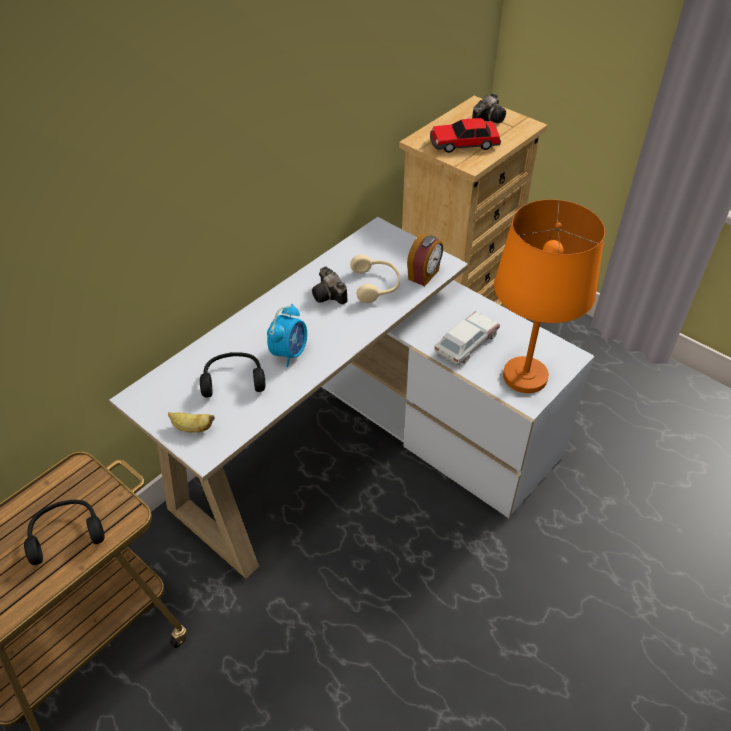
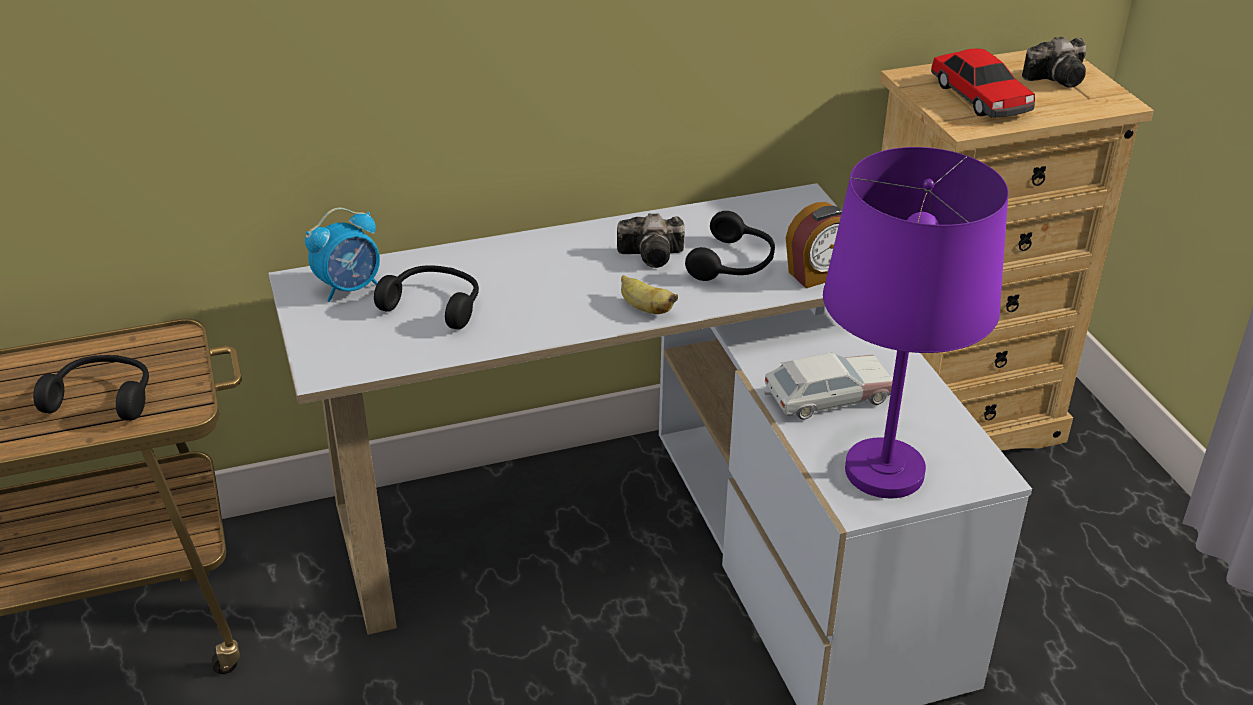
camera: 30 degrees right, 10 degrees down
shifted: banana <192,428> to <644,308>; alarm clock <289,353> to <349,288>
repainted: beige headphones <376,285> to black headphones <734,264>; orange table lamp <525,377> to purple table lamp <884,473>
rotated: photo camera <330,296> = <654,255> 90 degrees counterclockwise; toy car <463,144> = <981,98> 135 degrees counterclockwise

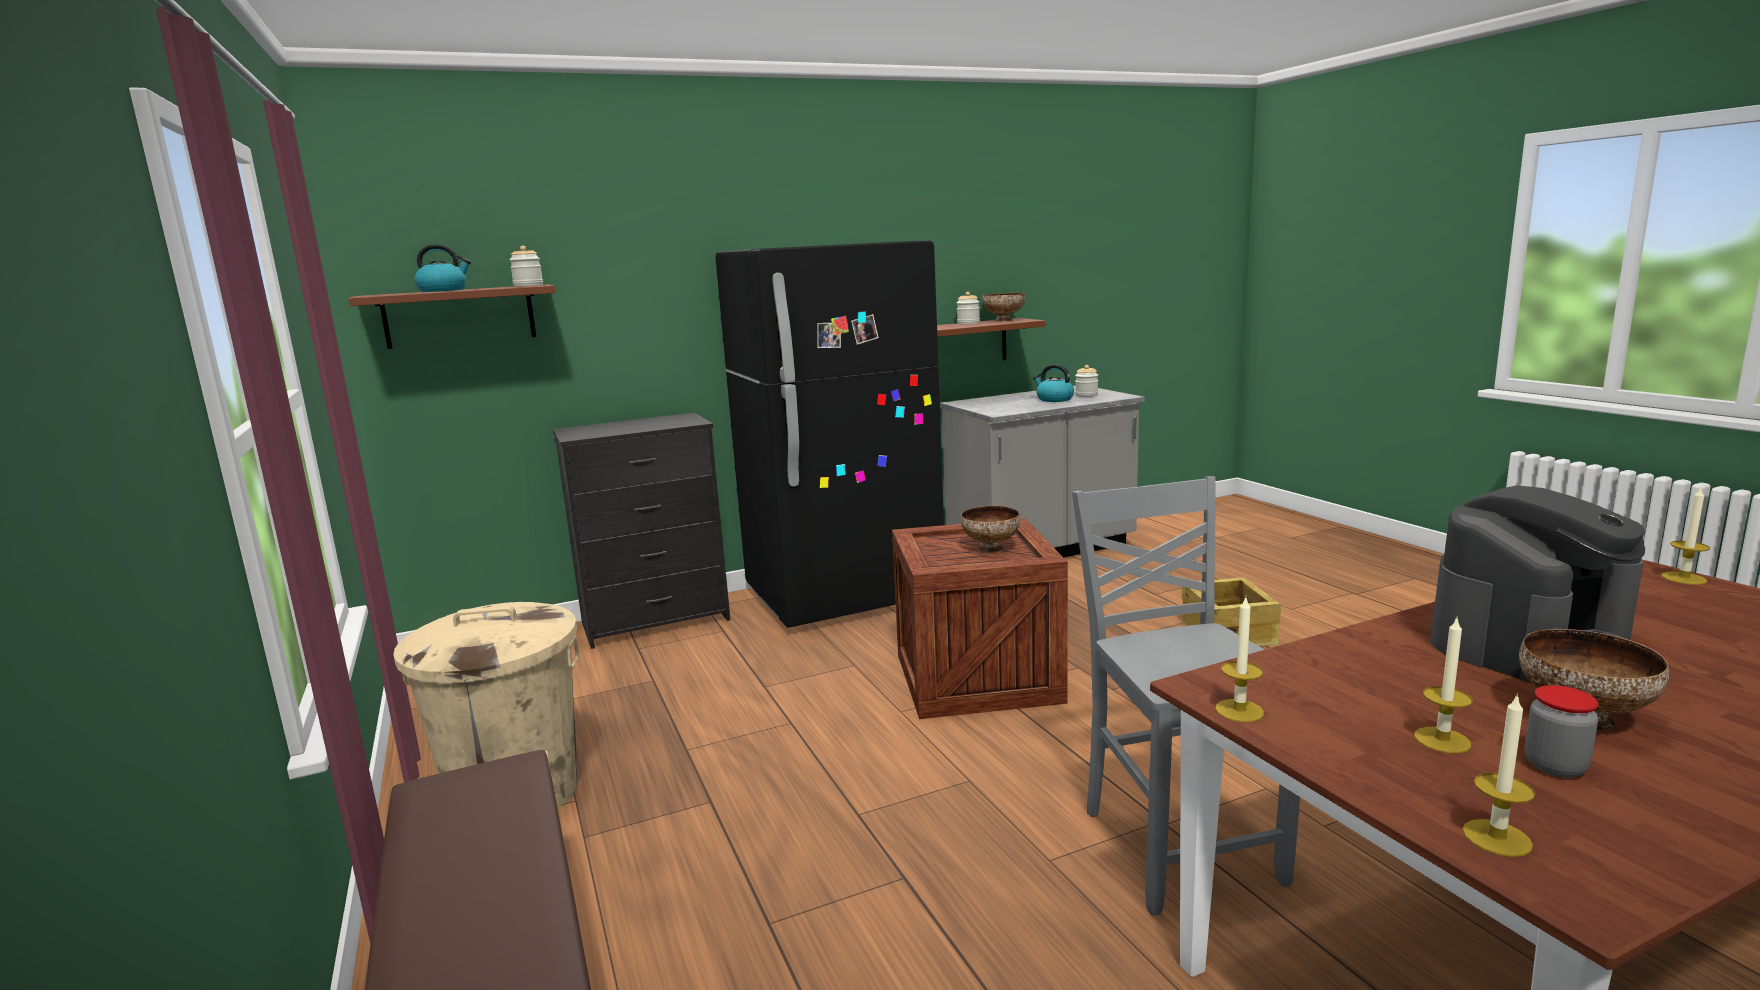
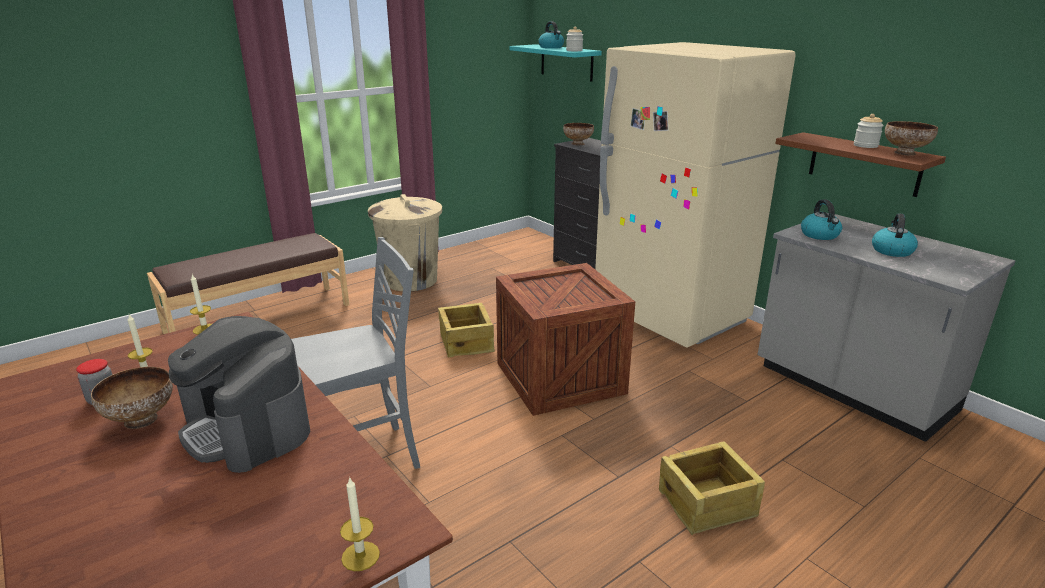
camera: 75 degrees right, 10 degrees up
gone: jar <1086,395>; candle <1497,838>
new: crate <467,342>; kettle <820,235>
shifted: bowl <991,548> to <577,144>
repainted: brown shelf <459,316> to turquoise shelf <566,62>; black fridge <844,597> to beige fridge <670,315>

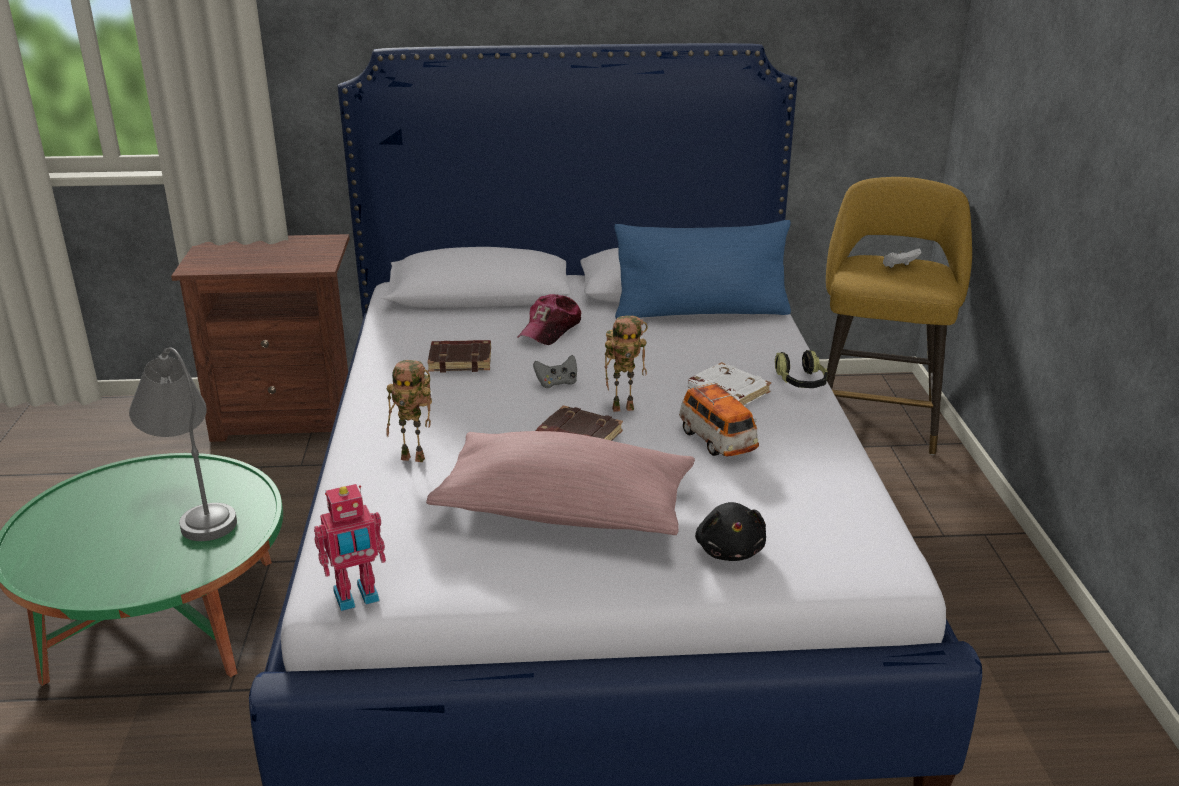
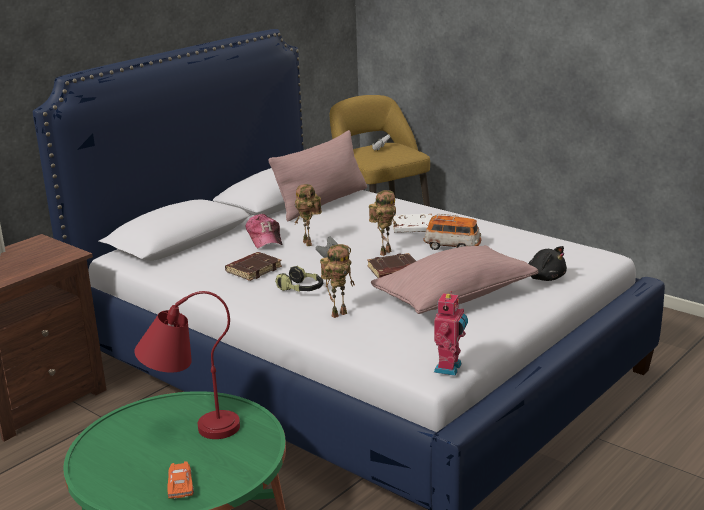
camera: 45 degrees left, 5 degrees down
new: orange toy car <180,484>; toy robot <309,243>
shifted: headphones <801,382> to <301,289>
repainted: grey table lamp <196,508> to red table lamp <191,426>; blue pillow <701,312> to pink pillow <322,203>

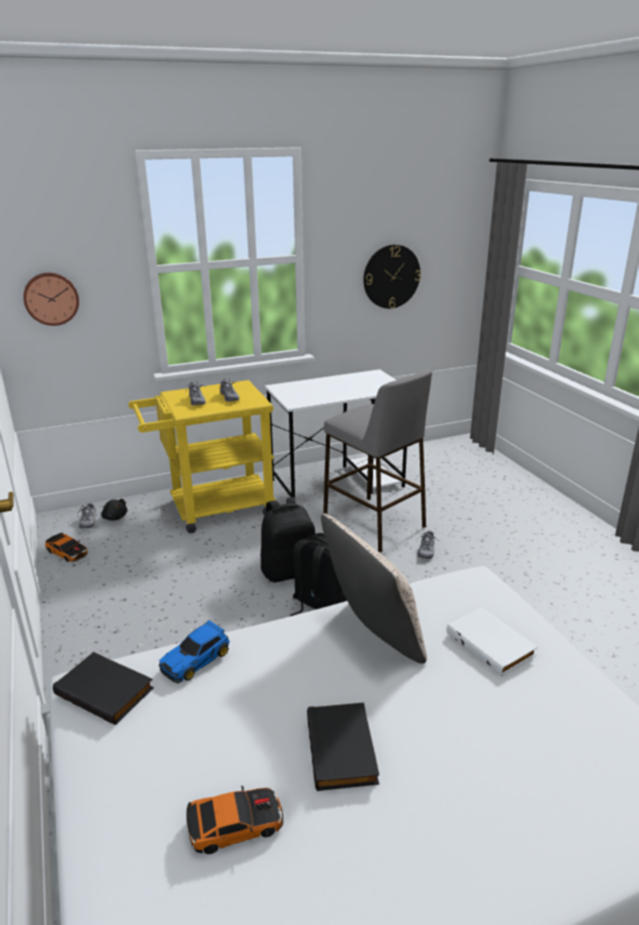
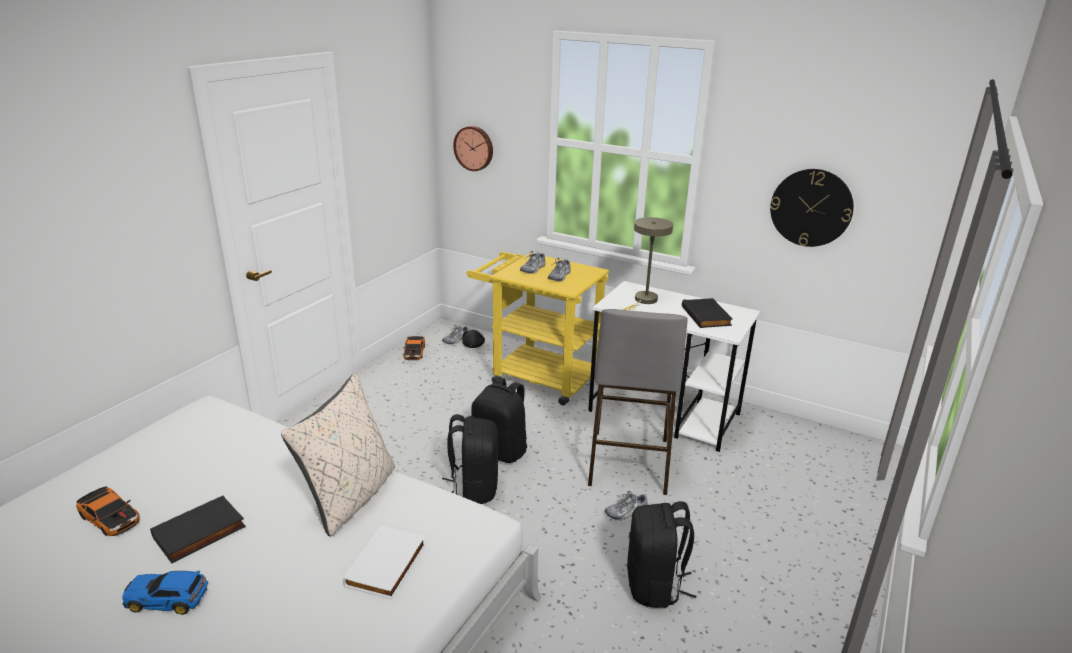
camera: 50 degrees right, 0 degrees up
new: beige table lamp <644,301>; black backpack <654,586>
shifted: black book <106,690> to <707,316>; toy car <197,659> to <168,599>

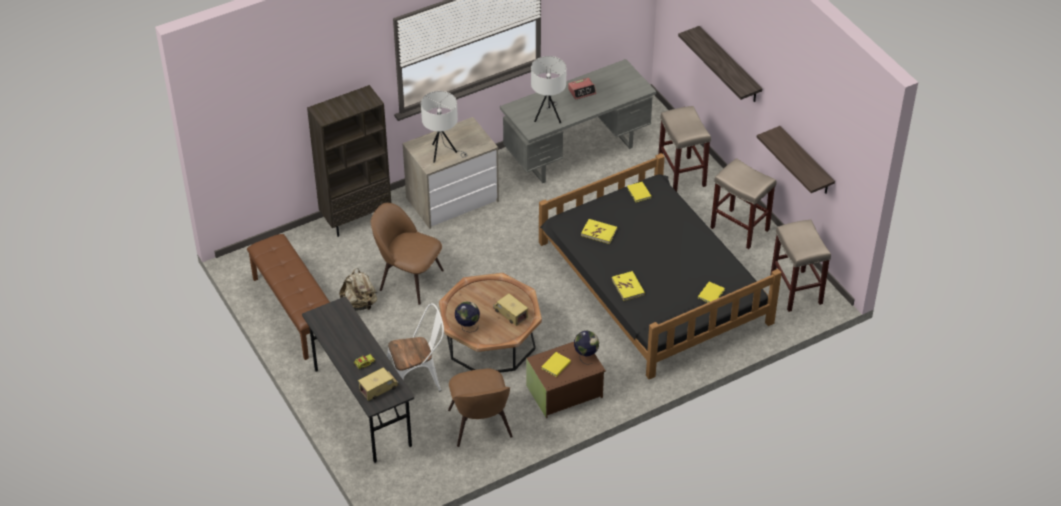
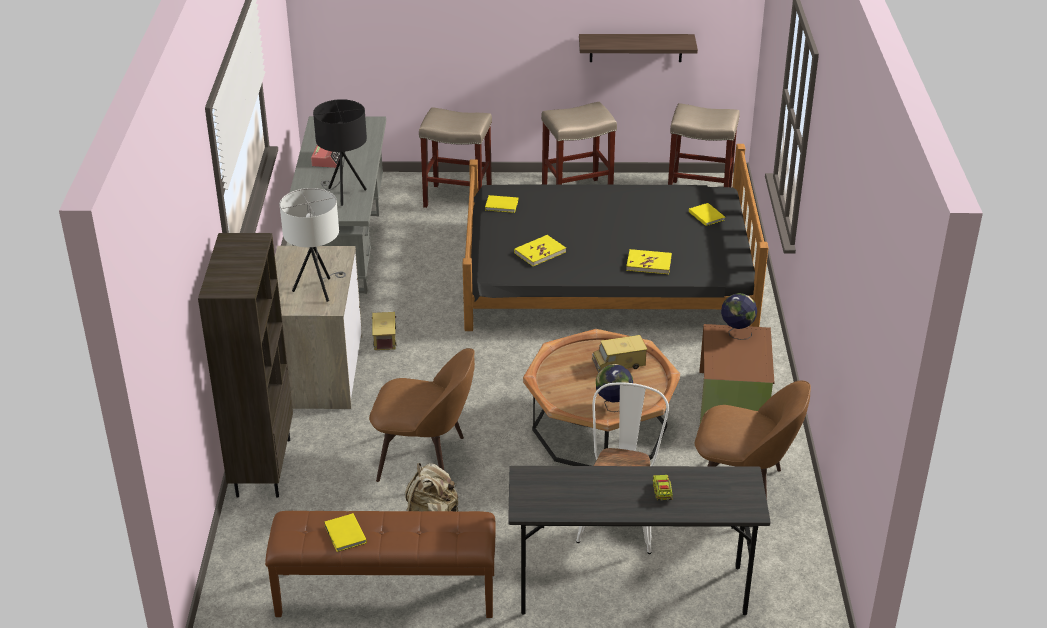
camera: 60 degrees left, 10 degrees down
gone: shelf <729,65>
shifted: toy truck <378,388> to <384,338>; yellow book <555,365> to <345,535>
repainted: white table lamp <548,116> to black table lamp <344,194>
rotated: brown chair <409,279> = <425,459> 135 degrees counterclockwise

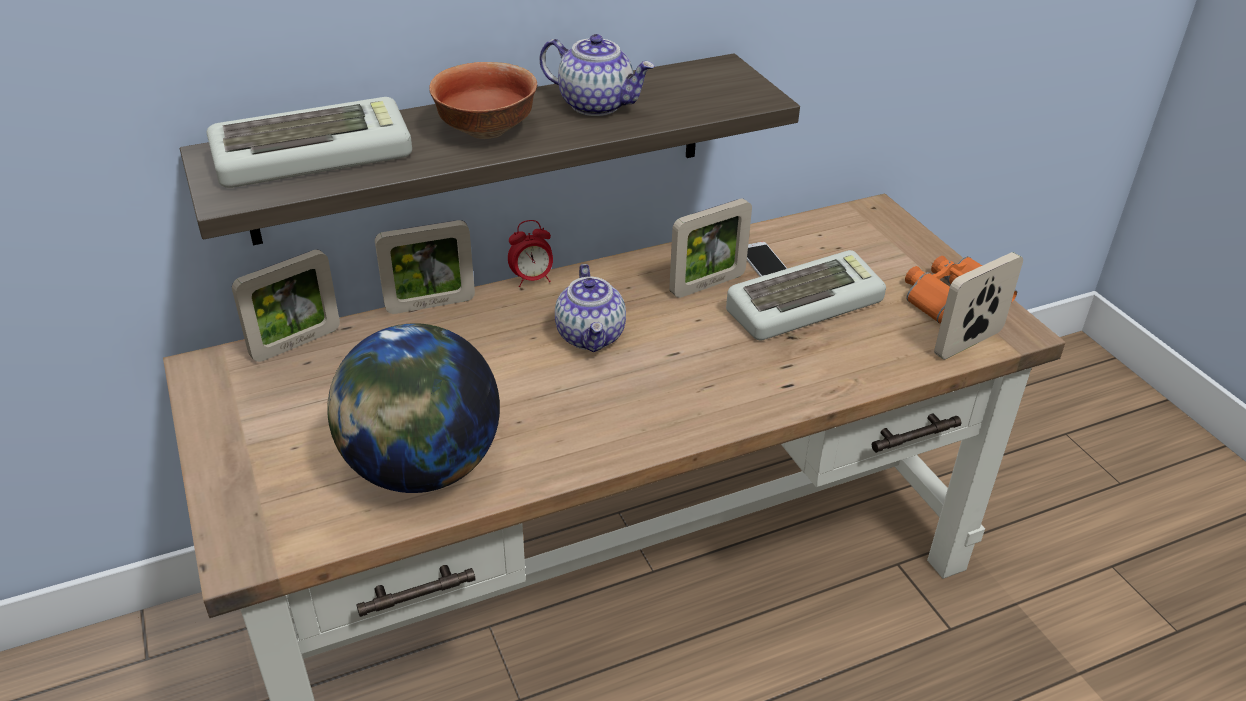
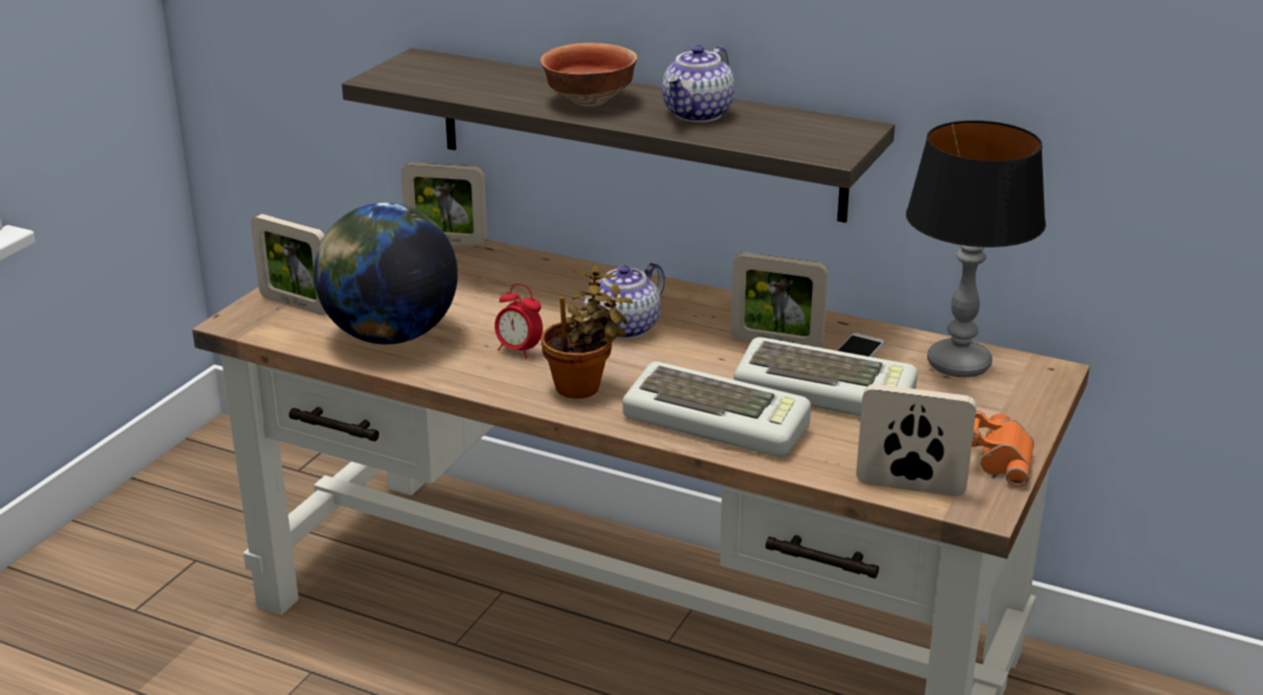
camera: 50 degrees right, 10 degrees down
new: potted plant <583,387>; table lamp <958,364>
shifted: keyboard <315,155> to <719,421>; picture frame <430,304> to <296,304>; alarm clock <532,279> to <519,350>
rotated: teapot <597,104> = <698,114> 45 degrees clockwise

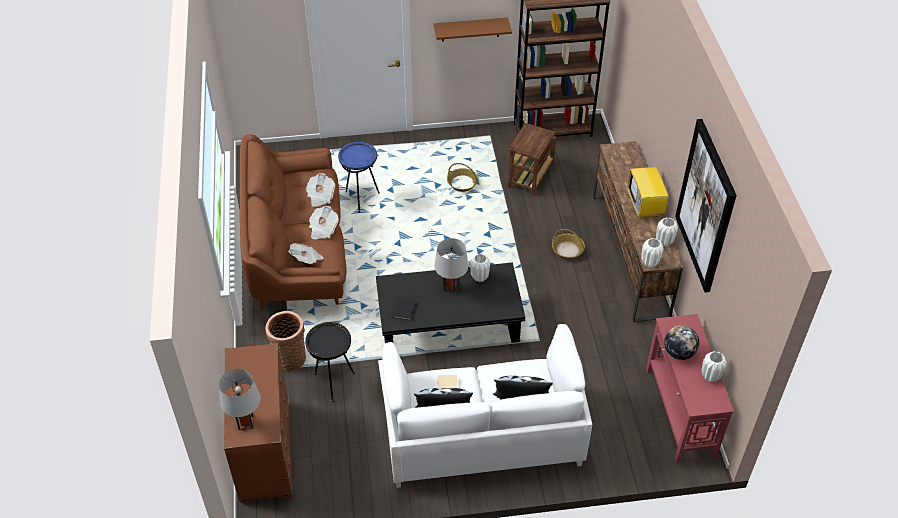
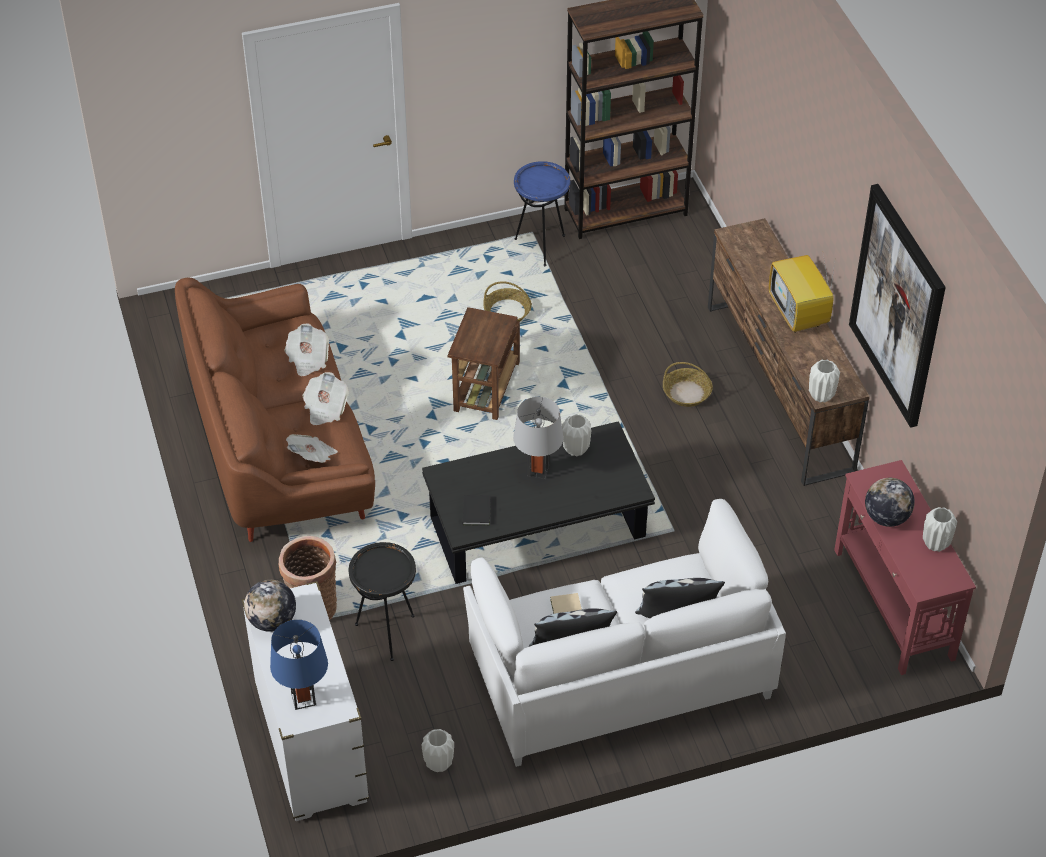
camera: 10 degrees left, 0 degrees up
gone: brown shelf <470,29>
new: globe <272,621>
shifted: blue side table <361,199> to <541,247>; brown side table <530,176> to <486,389>; white vase <664,242> to <439,763>
repainted: grey table lamp <246,422> to blue table lamp <303,698>; brown dresser <265,451> to white dresser <311,744>

